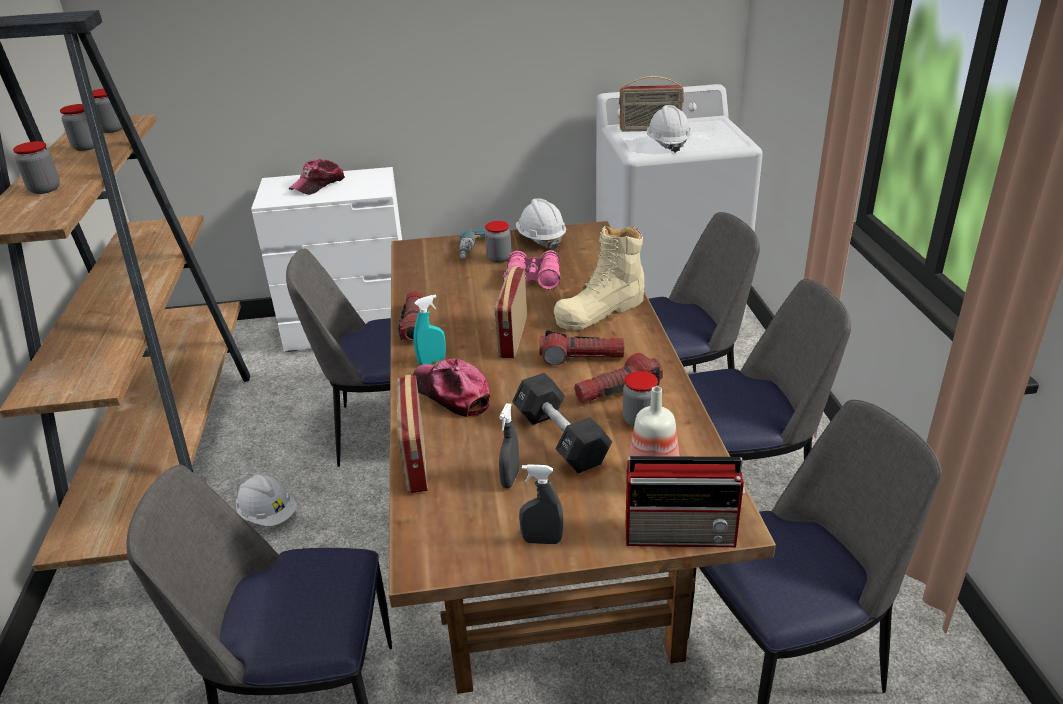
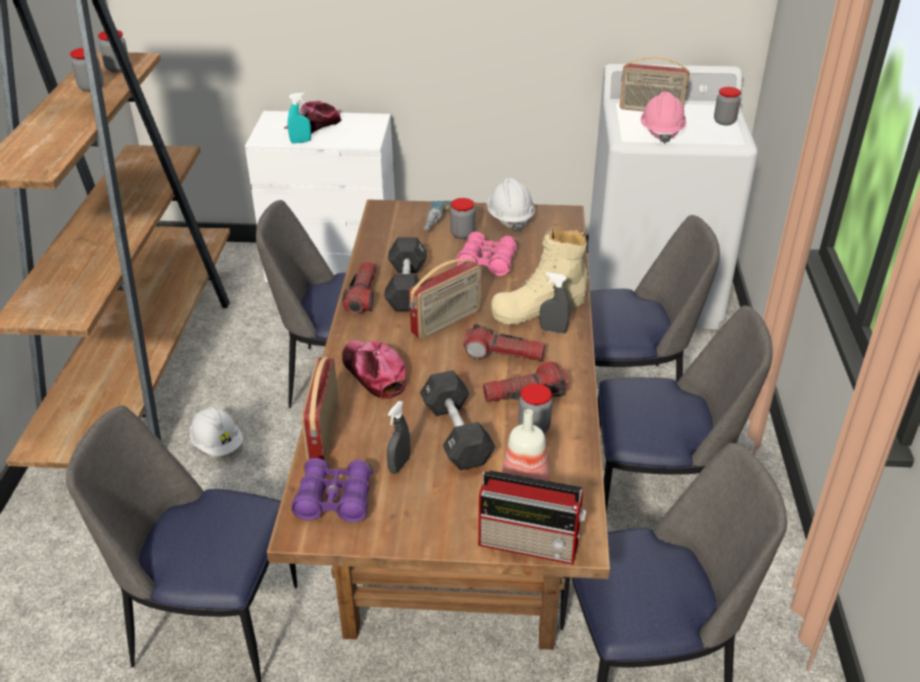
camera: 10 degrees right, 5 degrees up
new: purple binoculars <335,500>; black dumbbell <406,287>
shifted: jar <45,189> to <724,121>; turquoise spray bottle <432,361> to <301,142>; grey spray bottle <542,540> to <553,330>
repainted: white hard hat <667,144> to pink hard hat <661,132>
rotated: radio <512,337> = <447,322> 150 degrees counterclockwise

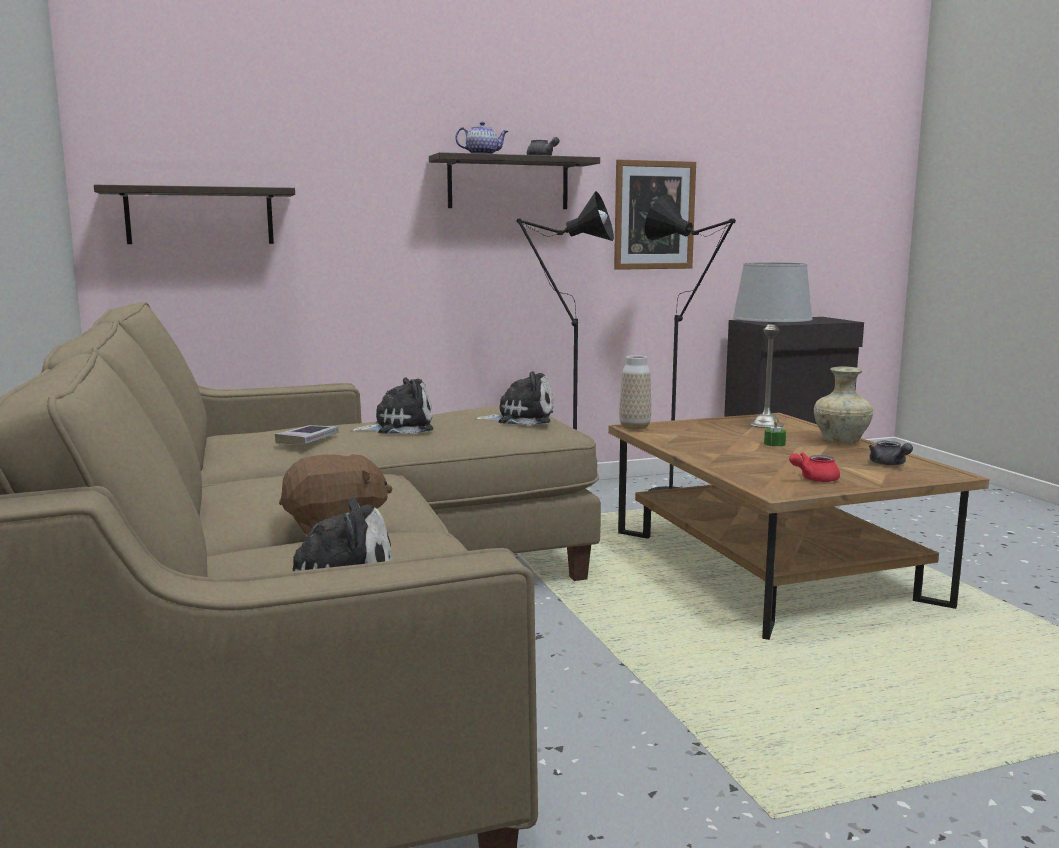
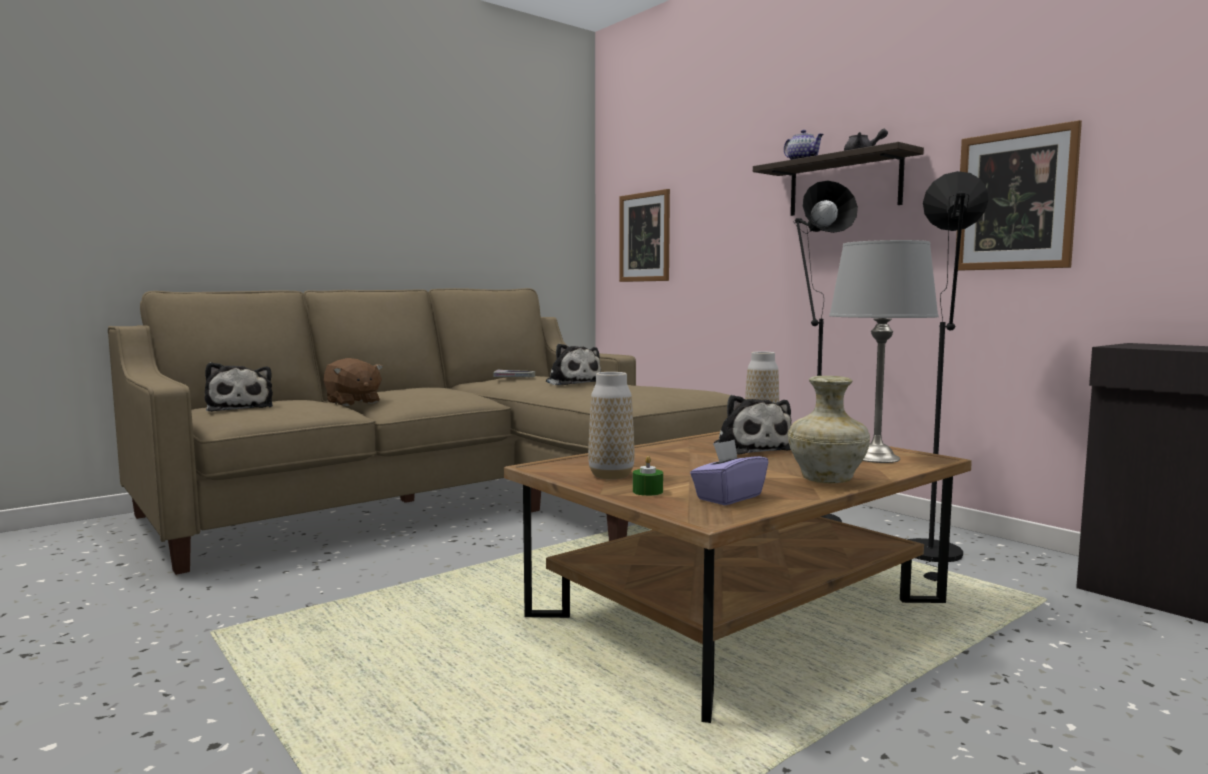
camera: 70 degrees right, 5 degrees down
shifted: plush toy <521,419> to <750,448>; green candle <774,444> to <647,491>
swapped: shelf <200,216> to picture <644,237>; red teapot <814,479> to vase <611,475>; grey teapot <889,464> to purple tissue box <728,497>

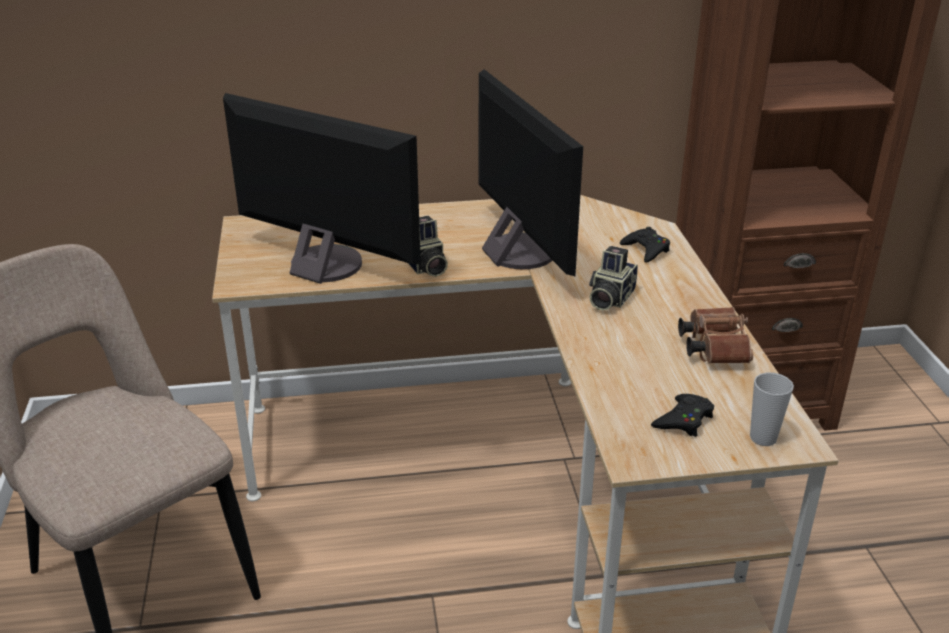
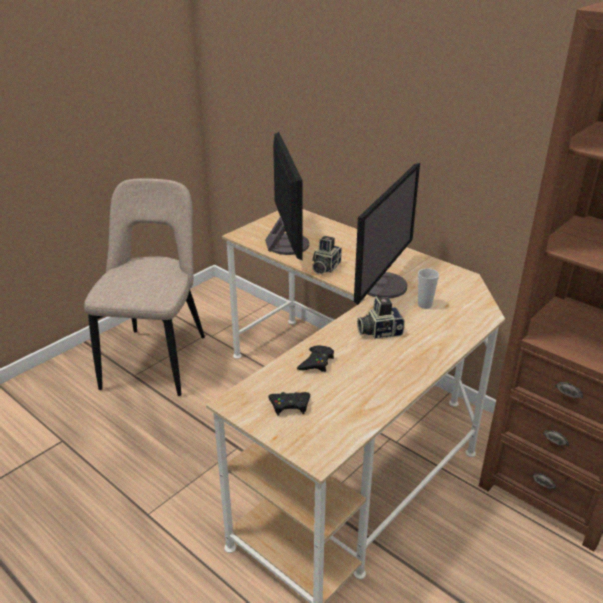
camera: 50 degrees right, 0 degrees up
gone: brown binoculars <713,347>
shifted: black game controller <646,249> to <316,362>; cup <763,438> to <424,305>

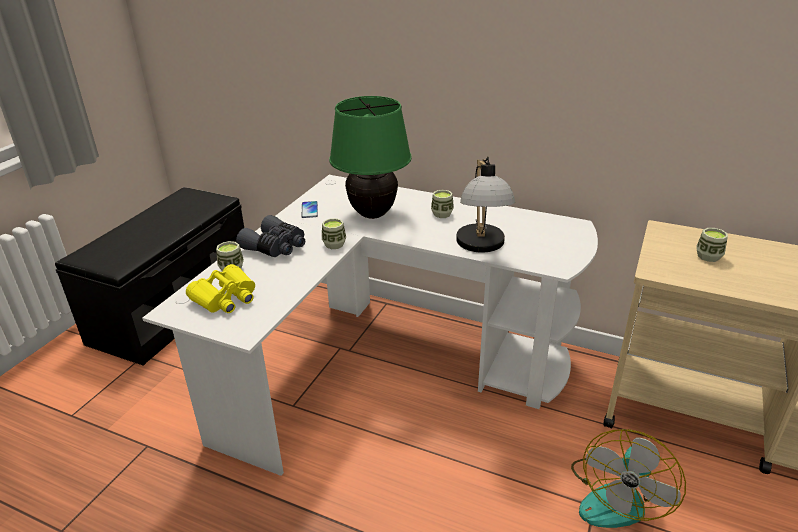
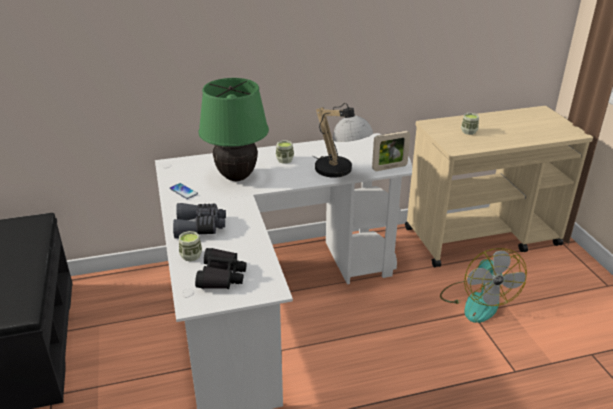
camera: 40 degrees left, 0 degrees up
gone: cup <334,244>
new: picture frame <389,167>
repainted: yellow binoculars <225,298> to black binoculars <221,276>

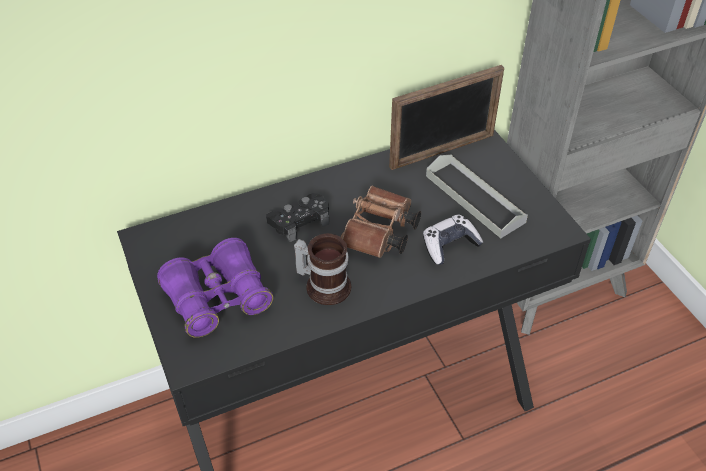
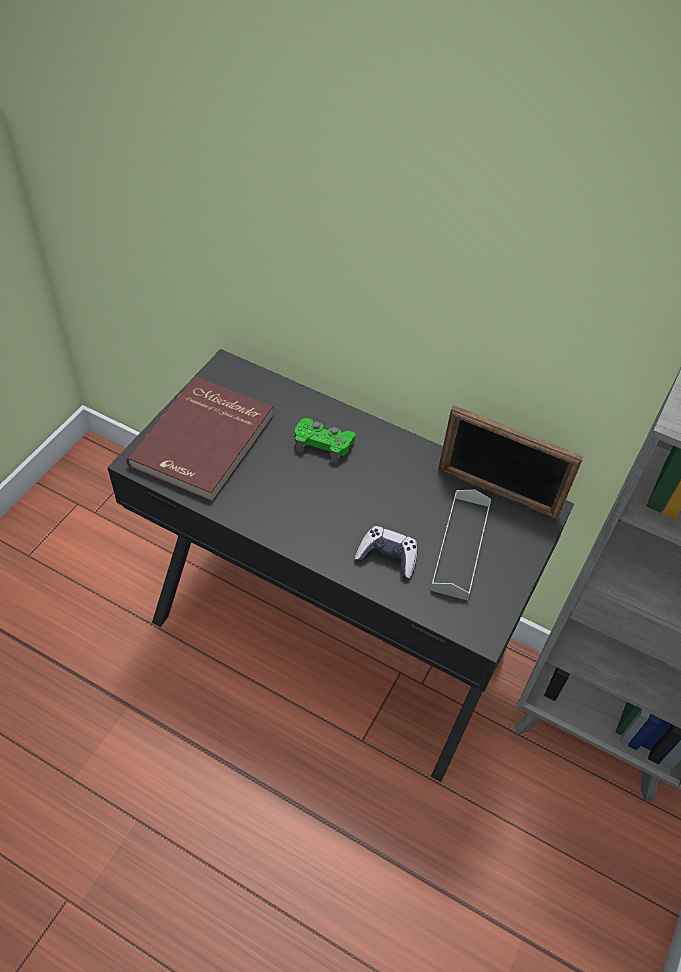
camera: 50 degrees right, 5 degrees up
gone: mug <325,284>; brown binoculars <379,235>
swapped: purple binoculars <217,298> to red book <205,442>
repainted: black game controller <299,221> to green game controller <323,444>

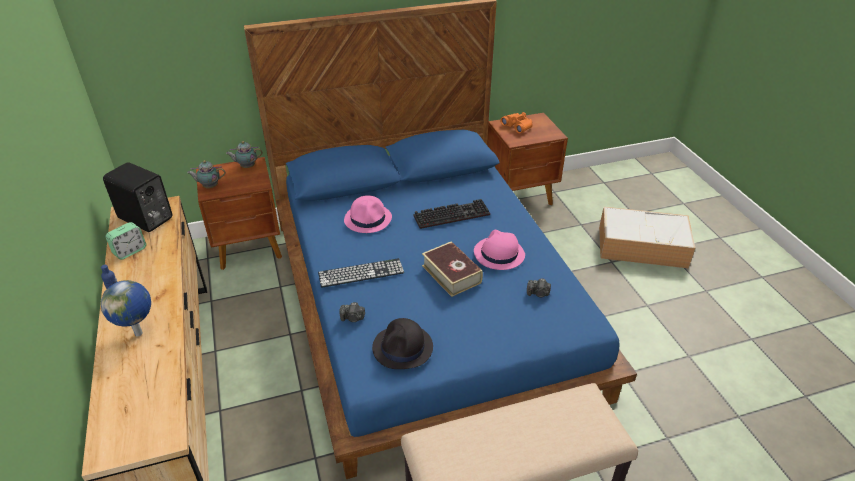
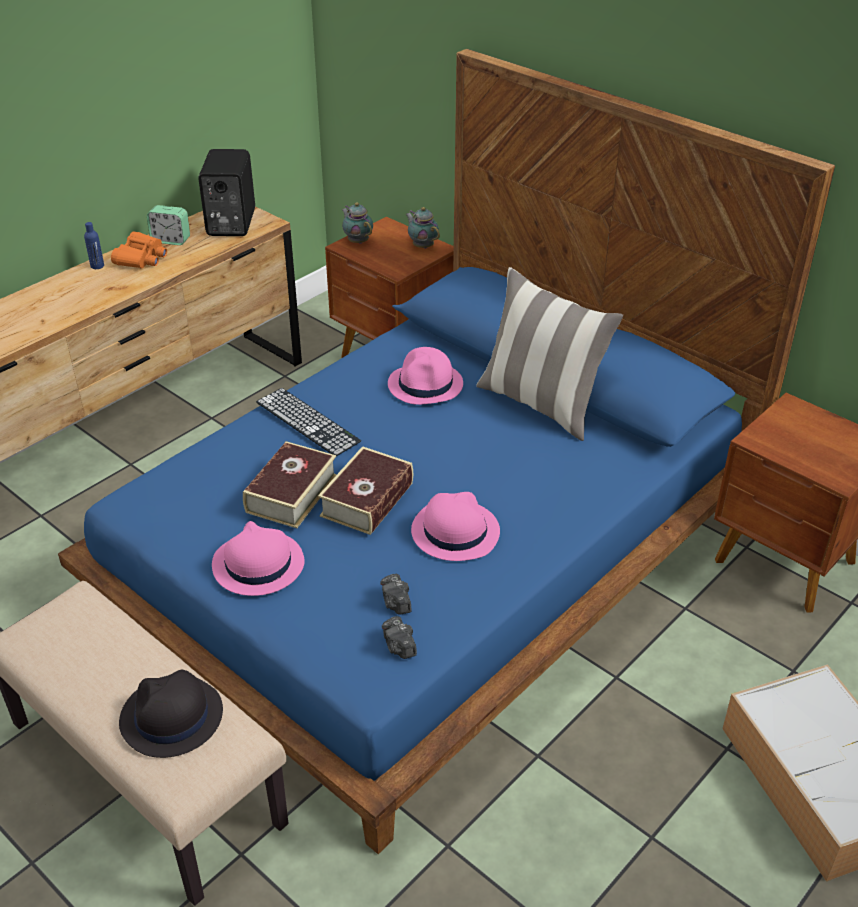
camera: 60 degrees right, 0 degrees up
gone: globe <140,333>; keyboard <452,214>
new: pink hat <257,564>; book <291,493>; pillow <541,404>
shifted: photo camera <353,318> to <399,647>; black hat <403,348> to <171,717>; orange binoculars <517,126> to <141,258>

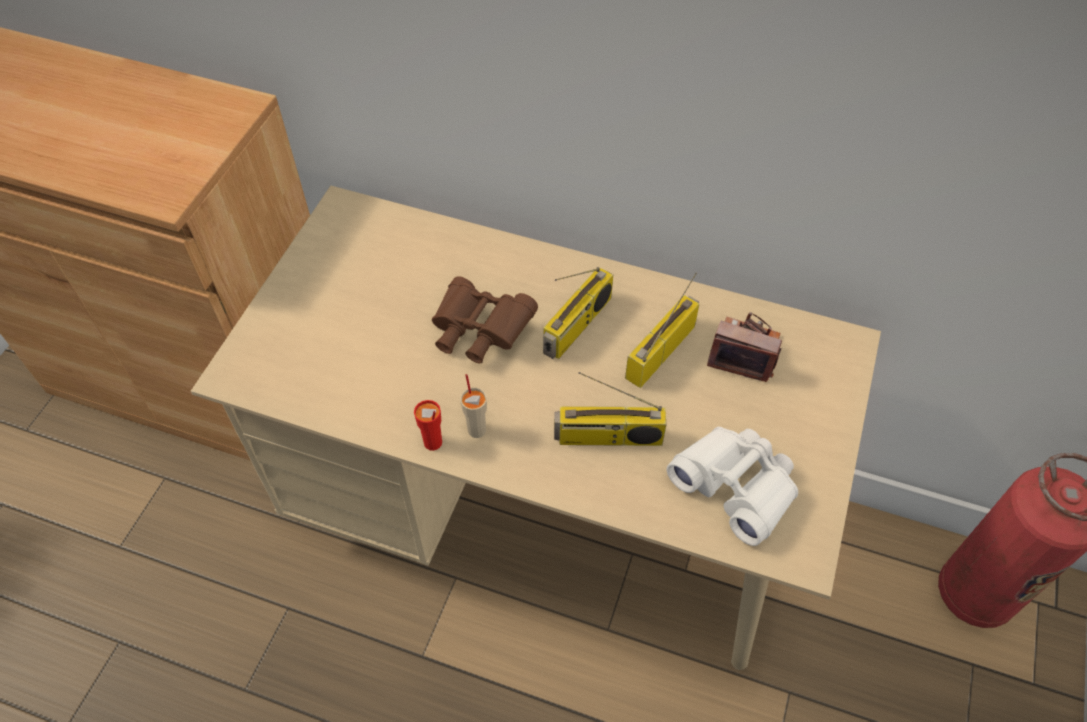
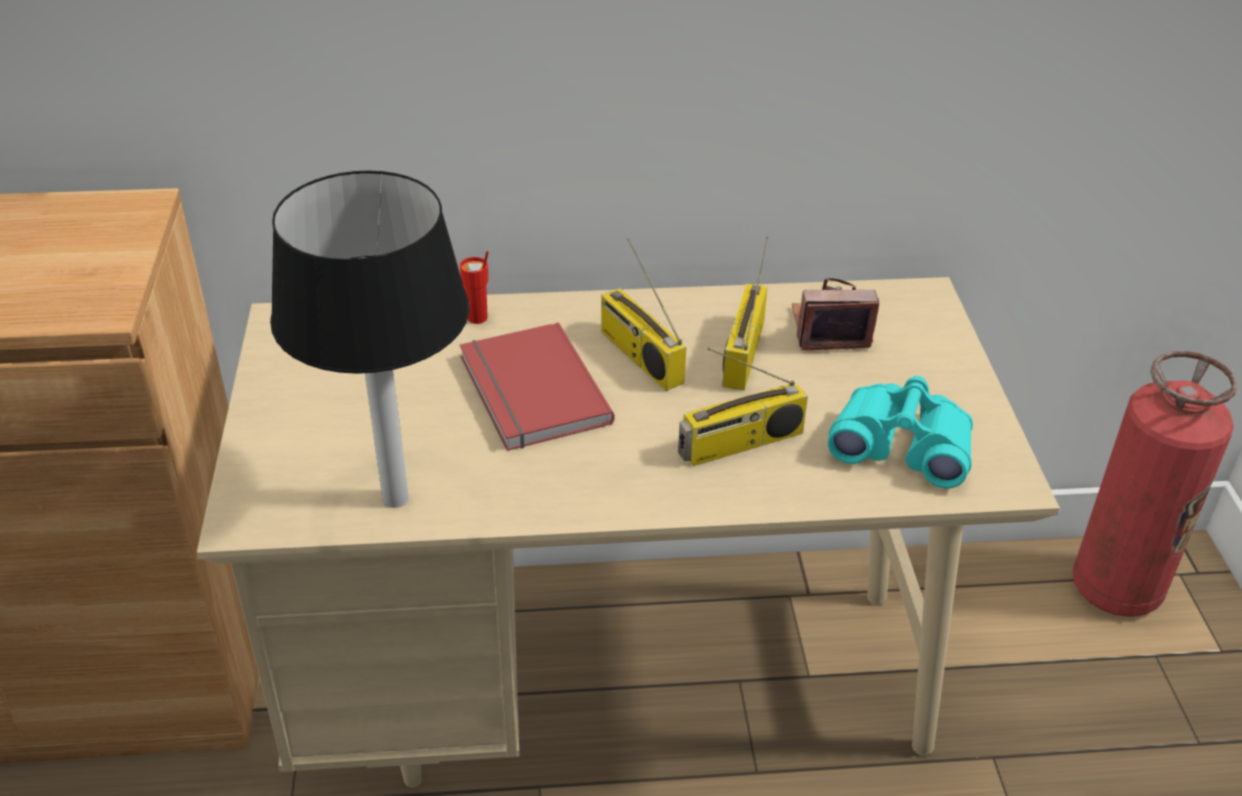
camera: 25 degrees left, 15 degrees down
gone: beige cup <477,429>
new: table lamp <395,500>
shifted: red cup <433,443> to <477,318>
swapped: brown binoculars <479,332> to red book <529,392>
repainted: white binoculars <735,486> to turquoise binoculars <902,445>
rotated: radio <577,326> = <638,356> 135 degrees clockwise

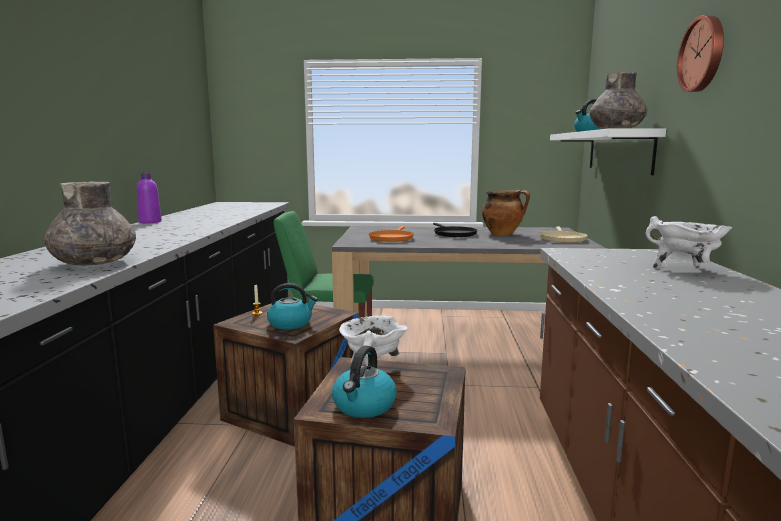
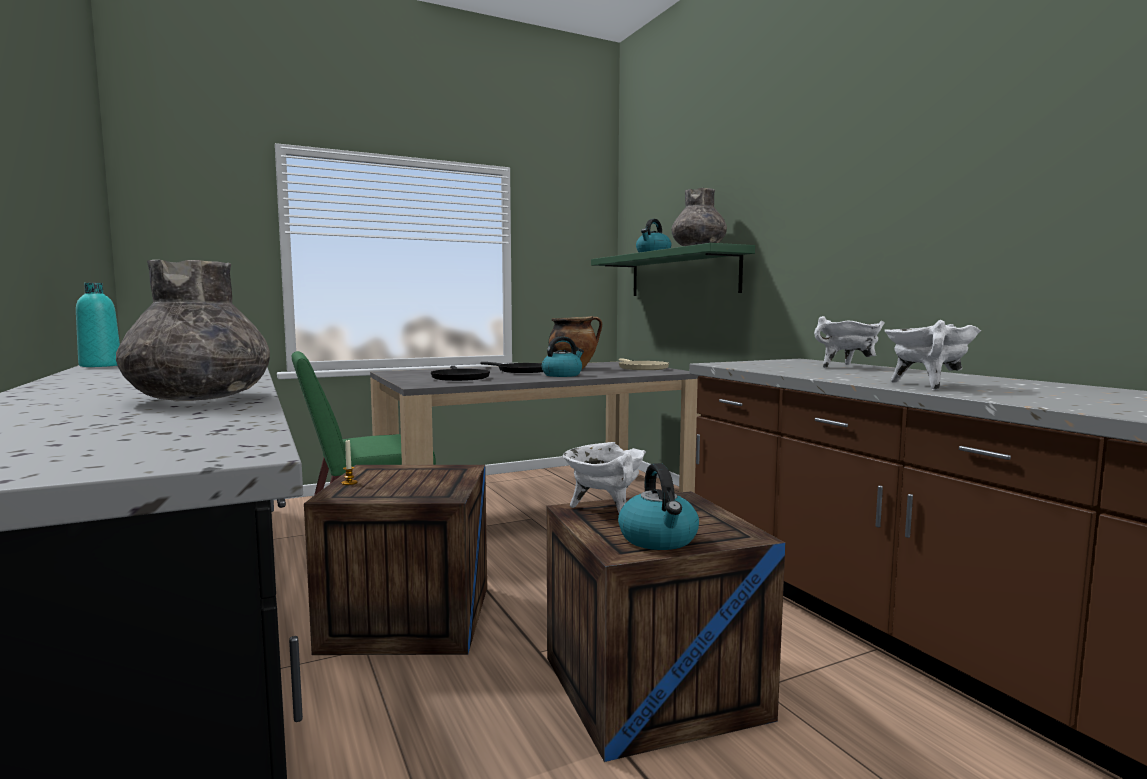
camera: 30 degrees left, 5 degrees down
gone: wall clock <703,54>
new: white cooking pot <926,385>
shifted: kettle <291,323> to <562,375>
repainted: purple bottle <150,222> to turquoise bottle <100,365>; orange frying pan <391,238> to black frying pan <459,378>; white shelf <619,151> to green shelf <682,274>

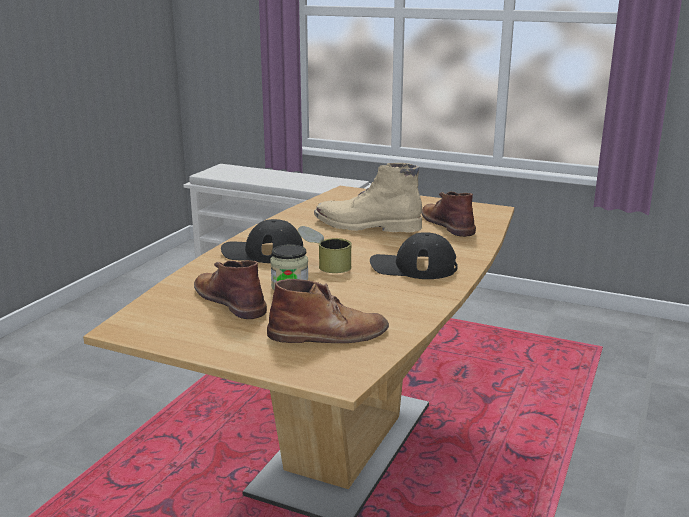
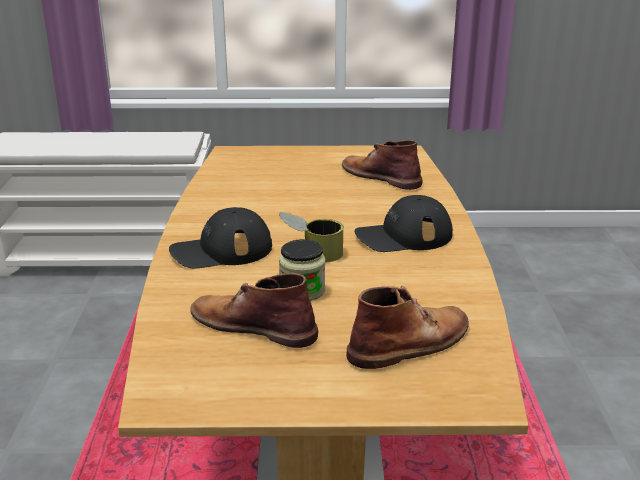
camera: 25 degrees left, 5 degrees up
gone: beige boot <365,226>

